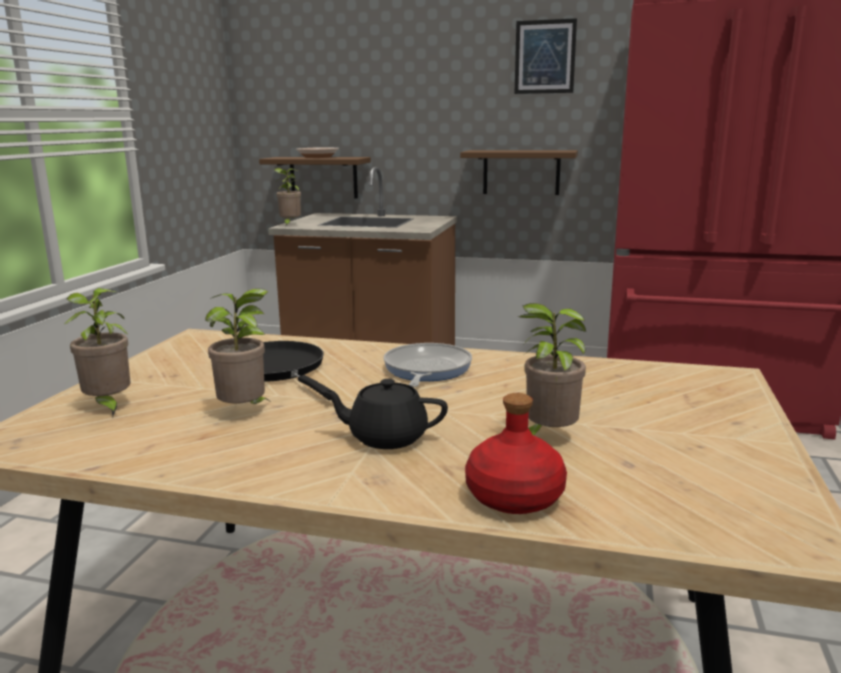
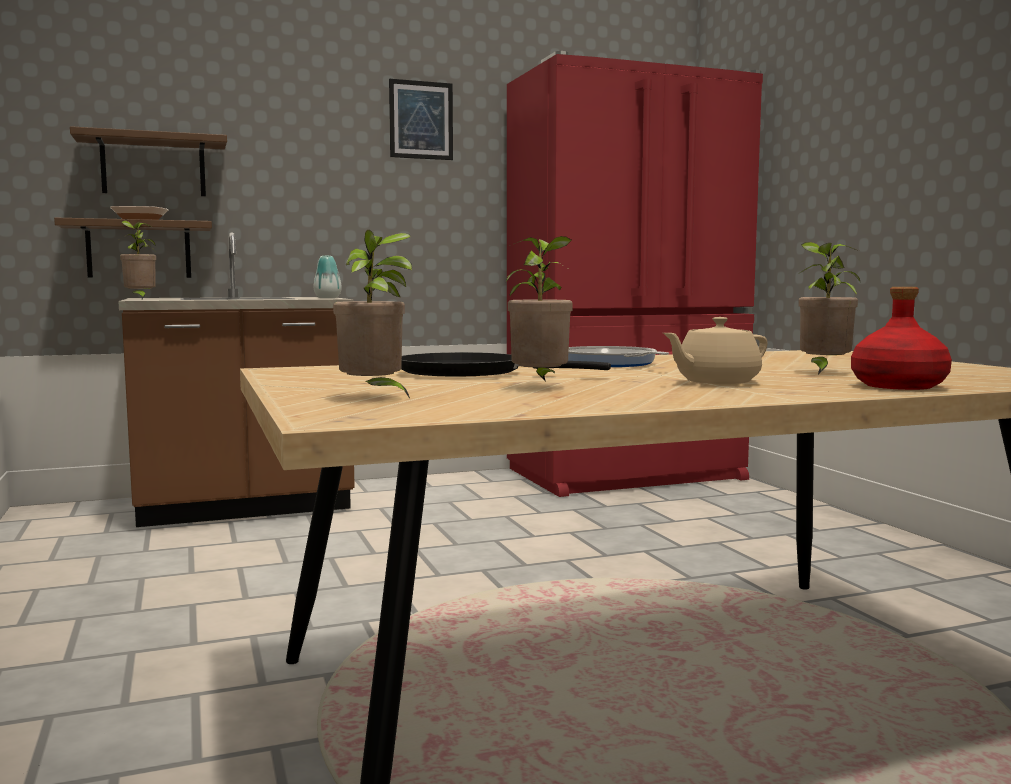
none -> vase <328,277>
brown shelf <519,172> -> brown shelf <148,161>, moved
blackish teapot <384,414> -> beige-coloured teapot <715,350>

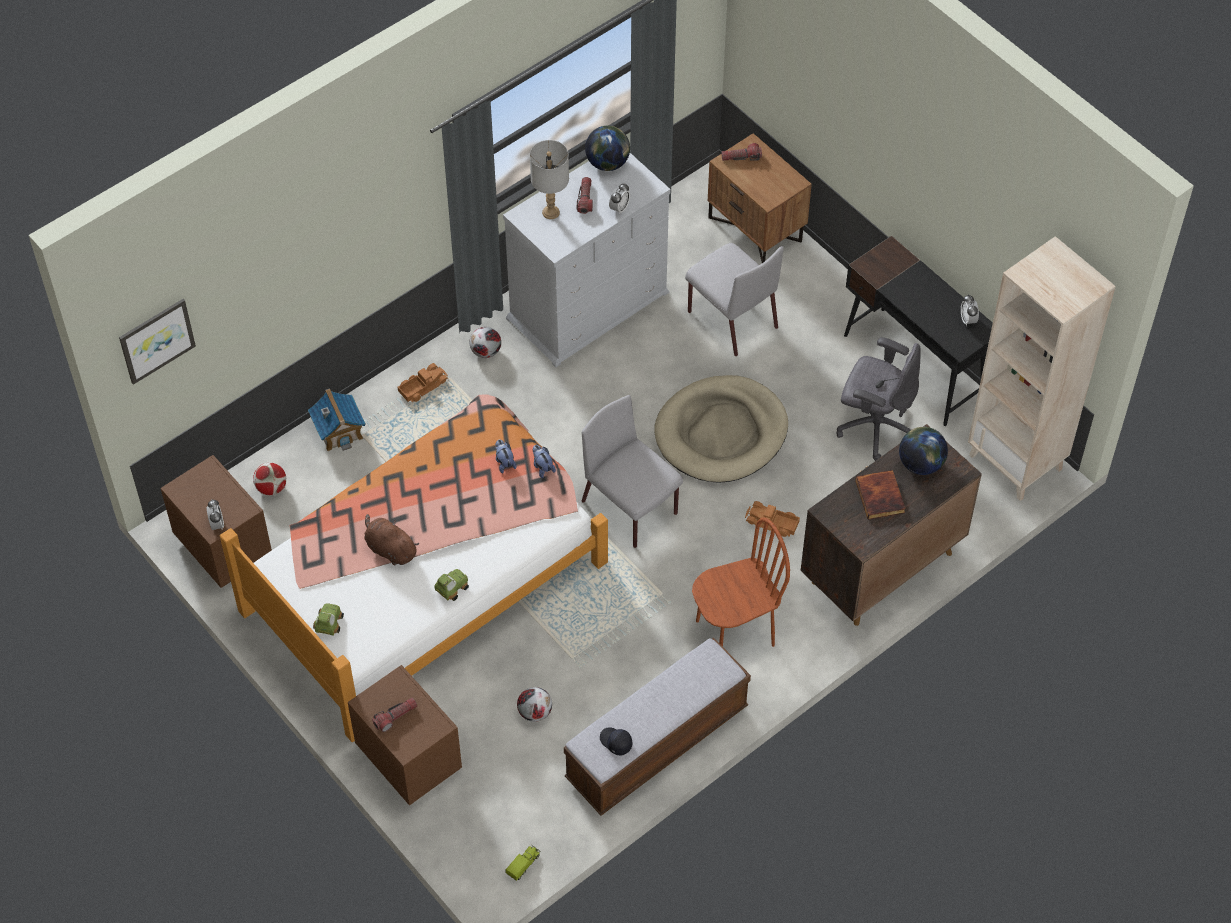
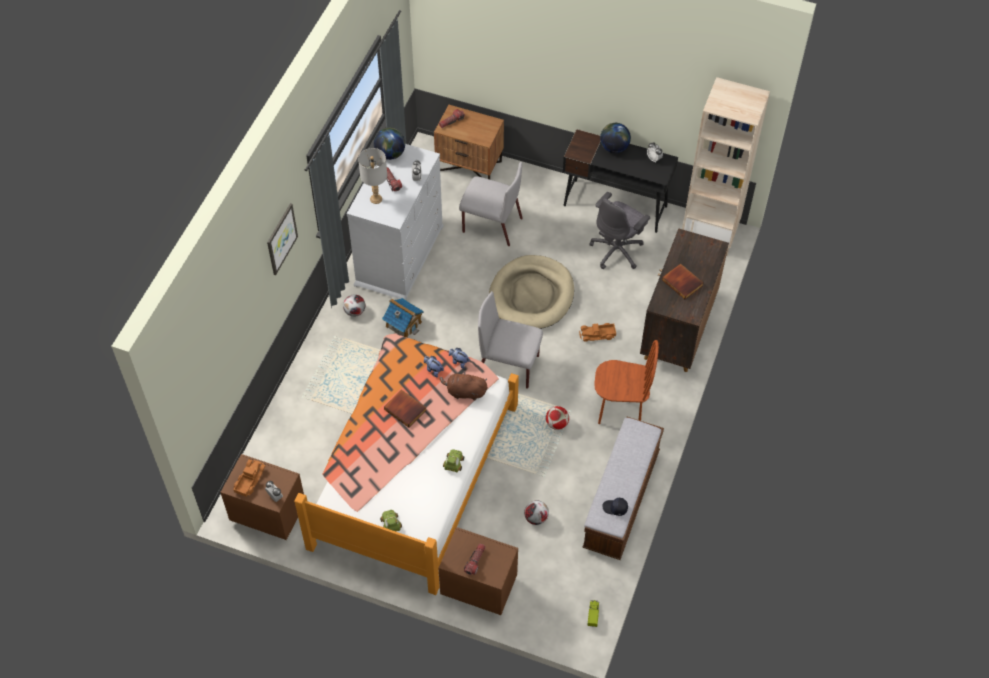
none -> book <405,408>
wall picture <157,342> -> wall picture <282,239>, moved
football <269,478> -> football <557,418>, moved
toy house <337,419> -> toy house <403,318>, moved
brown plush toy <391,539> -> brown plush toy <463,386>, moved
toy truck <423,382> -> toy truck <249,478>, moved
world globe <923,451> -> world globe <615,138>, moved
brown plain chair <741,582> -> brown plain chair <626,382>, 60 degrees clockwise
grey computer chair <878,399> -> grey computer chair <619,230>, 135 degrees clockwise

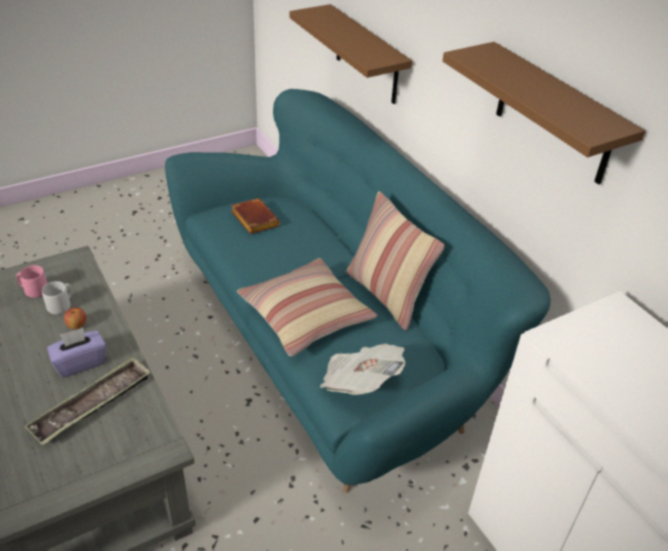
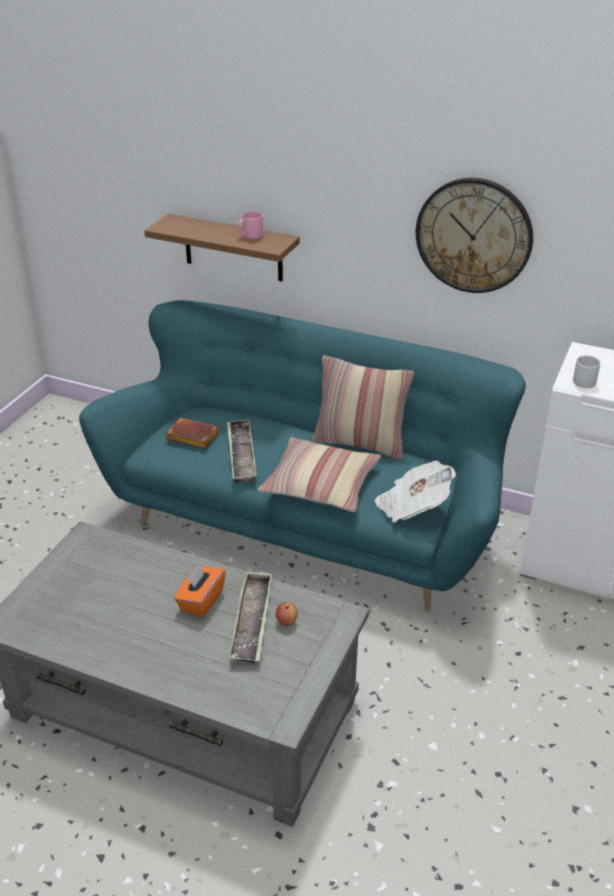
none -> serving tray <242,451>
pinkish coffee mug <31,281> -> pinkish coffee mug <250,225>, moved
grey coffee mug <57,298> -> grey coffee mug <586,371>, moved
apple <75,319> -> apple <287,614>, moved
brown shelf <544,113> -> clock on the wall <474,235>
purple tissue holder <76,352> -> orange tissue holder <200,590>

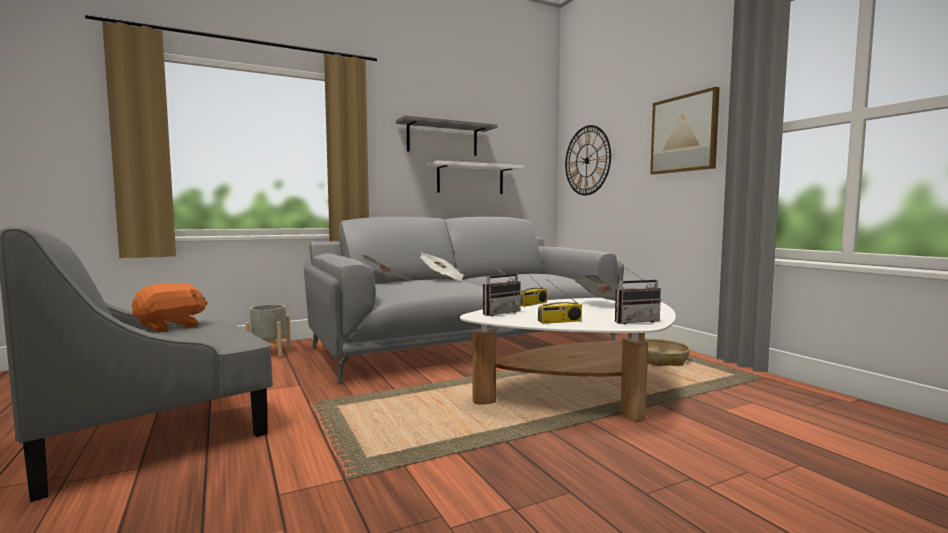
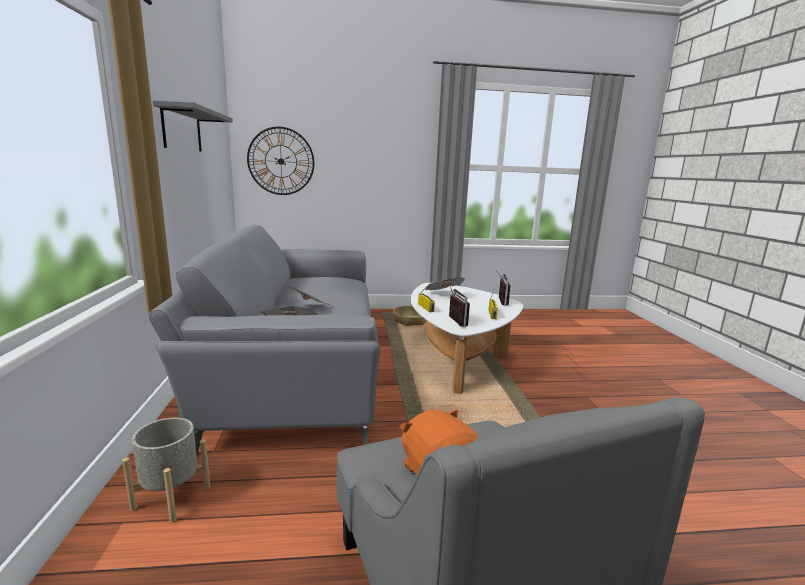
white-coloured shelf <475,177> -> none
wall picture <685,131> -> none

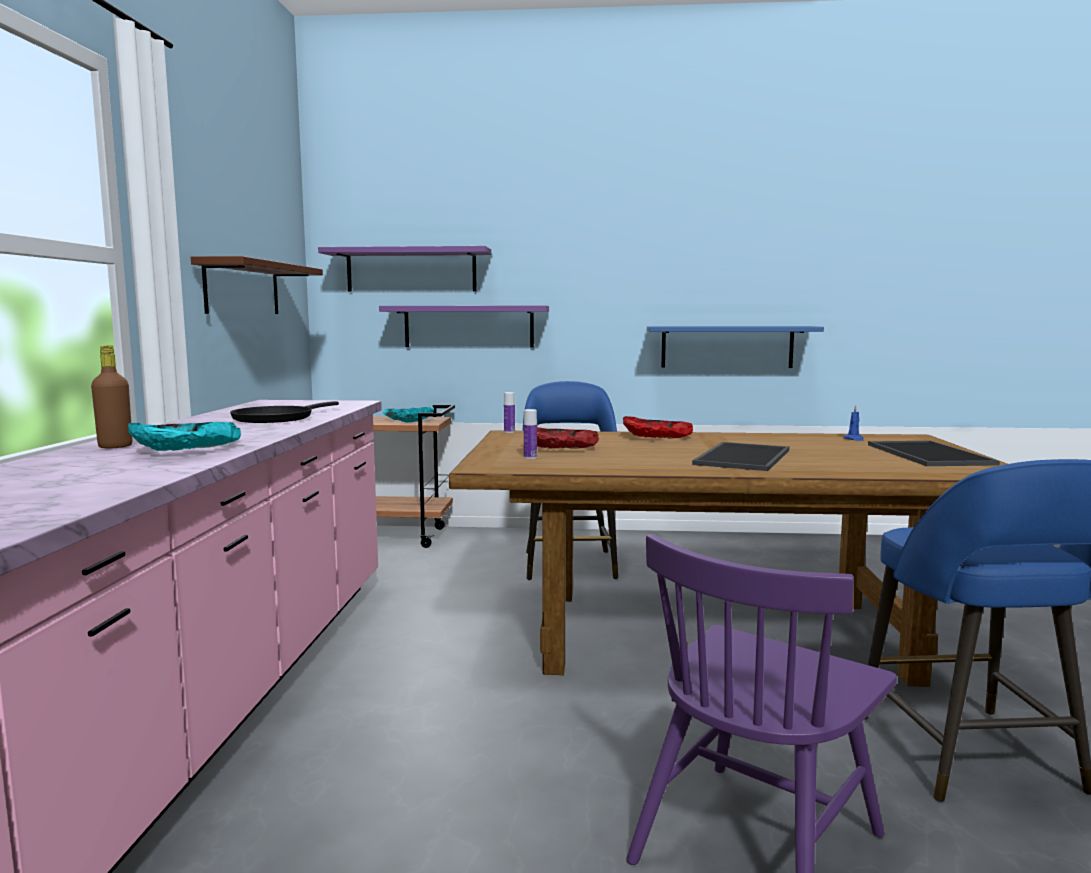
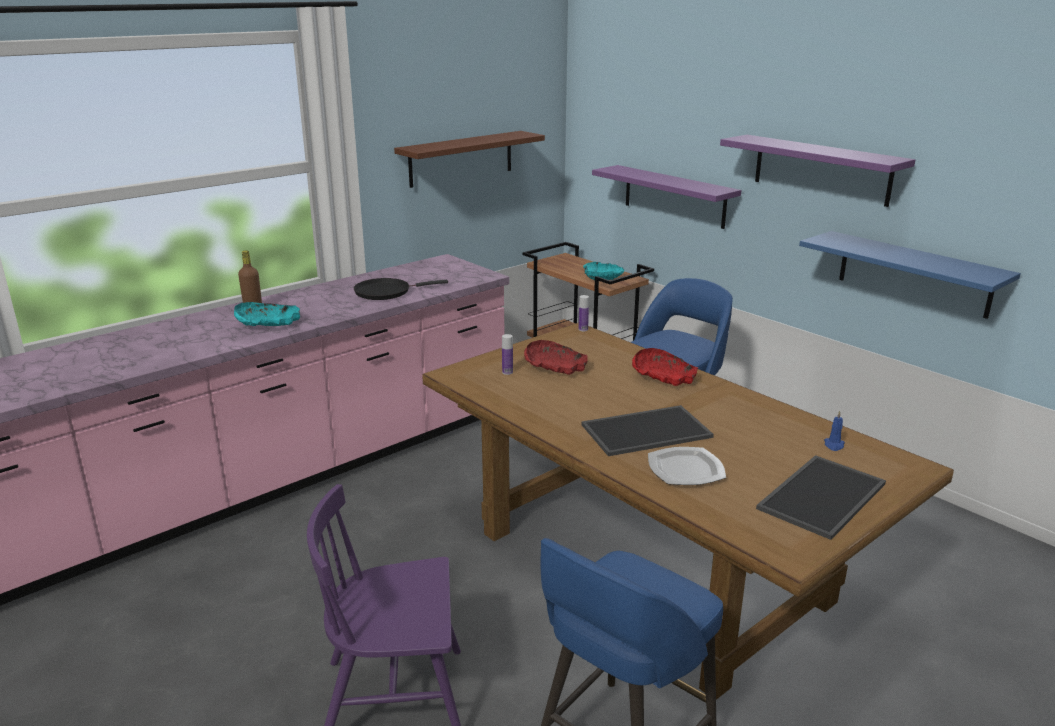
none -> plate <687,466>
purple shelf <404,269> -> purple shelf <817,171>, moved

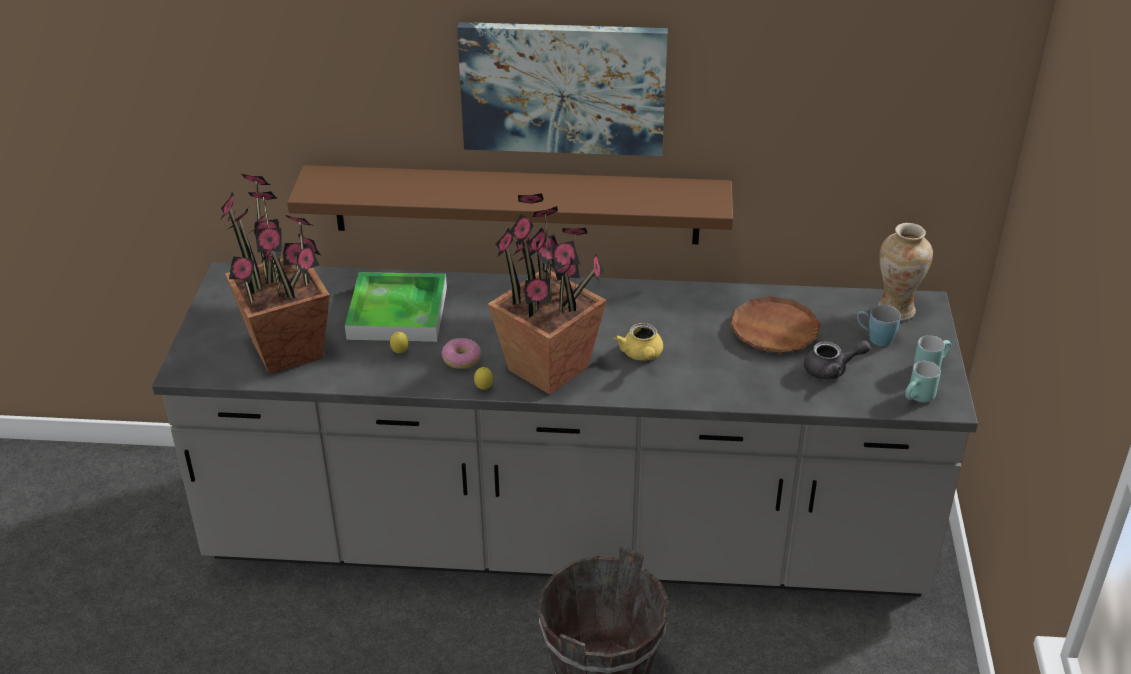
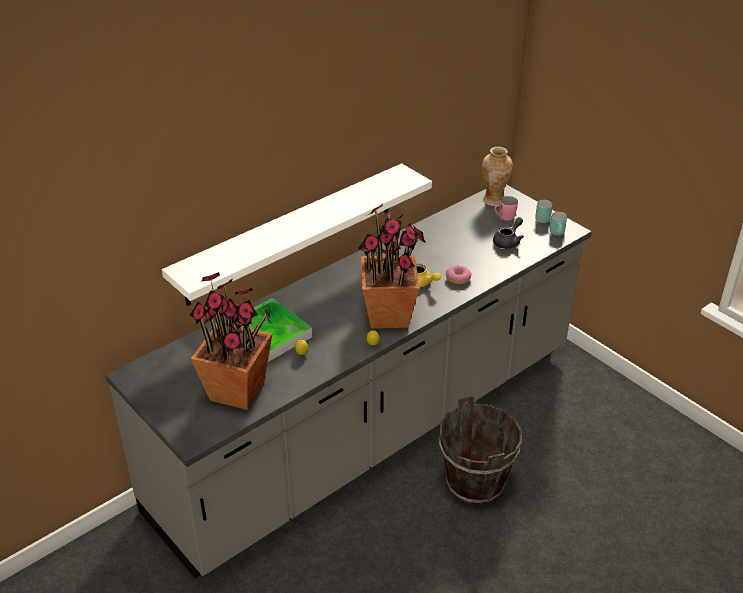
wall picture <562,89> -> none
brown plate <775,324> -> none
donut <461,353> -> donut <458,274>, moved
brown shelf <510,204> -> white-coloured shelf <297,234>
blue coffee mug <879,325> -> pinkish coffee mug <506,208>

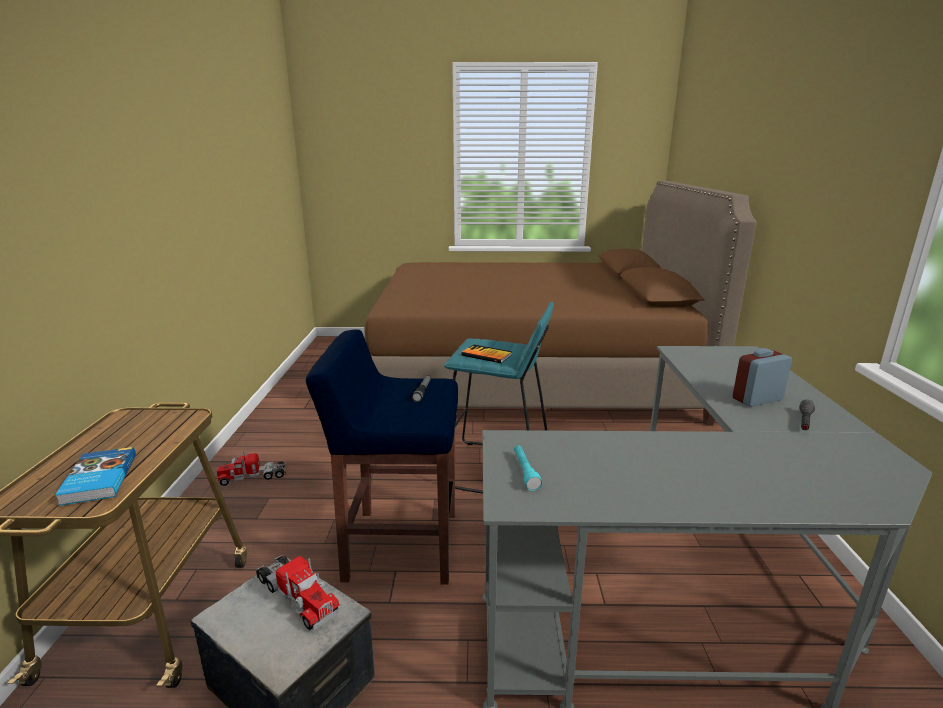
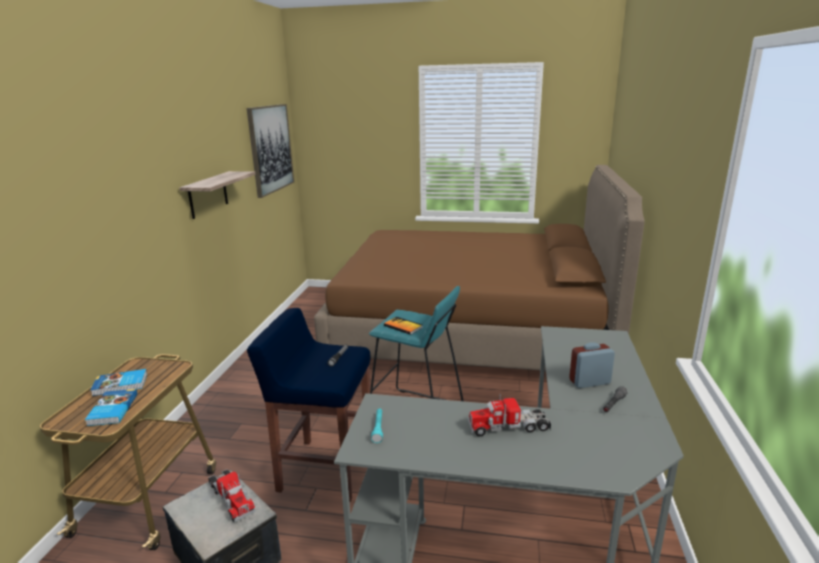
none -> book <118,382>
none -> shelf <218,195>
none -> wall picture <270,151>
toy truck <251,468> -> toy truck <509,415>, moved

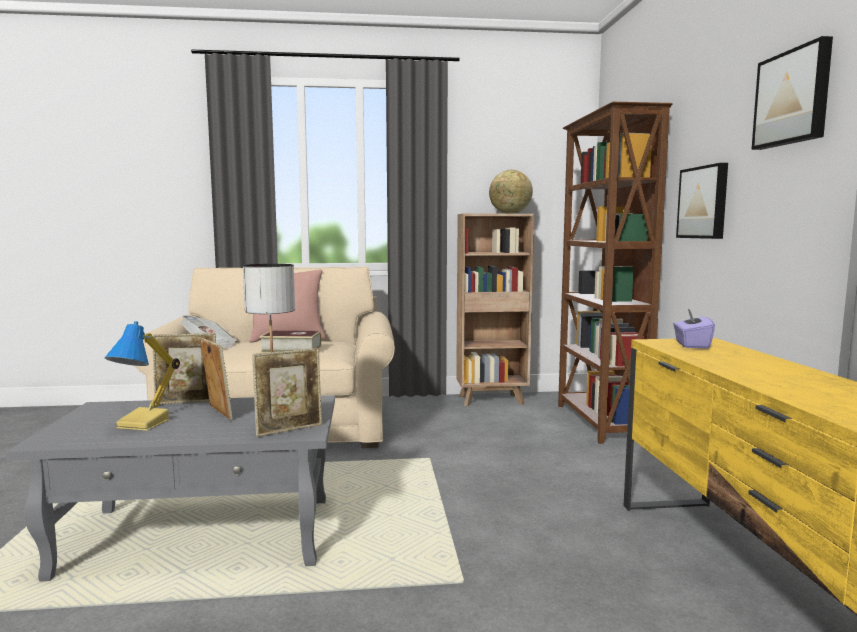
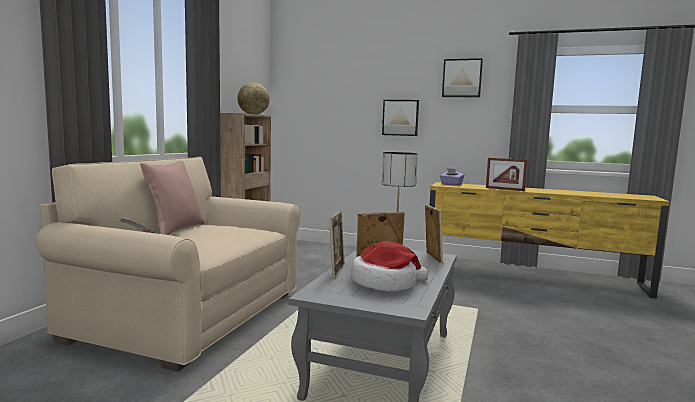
book <290,341> -> none
brown bookshelf <615,273> -> none
none -> picture frame <506,174>
lamp for a table <142,376> -> clothing hat <389,266>

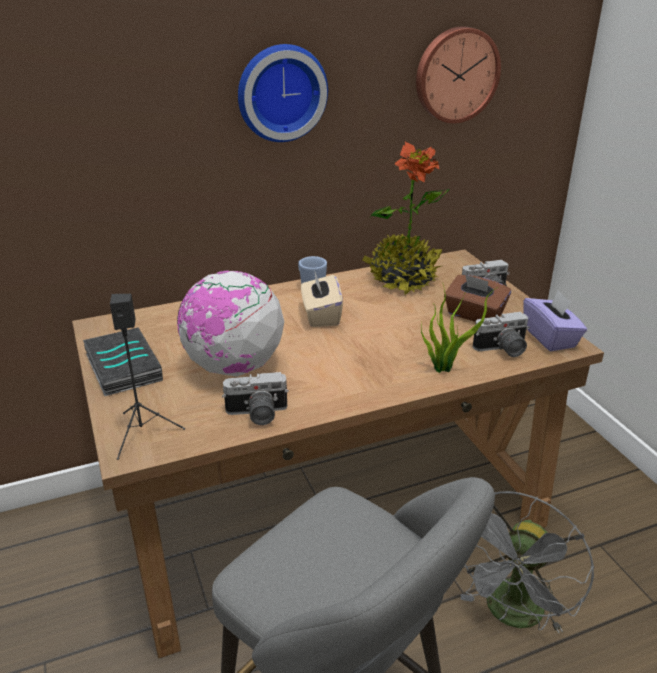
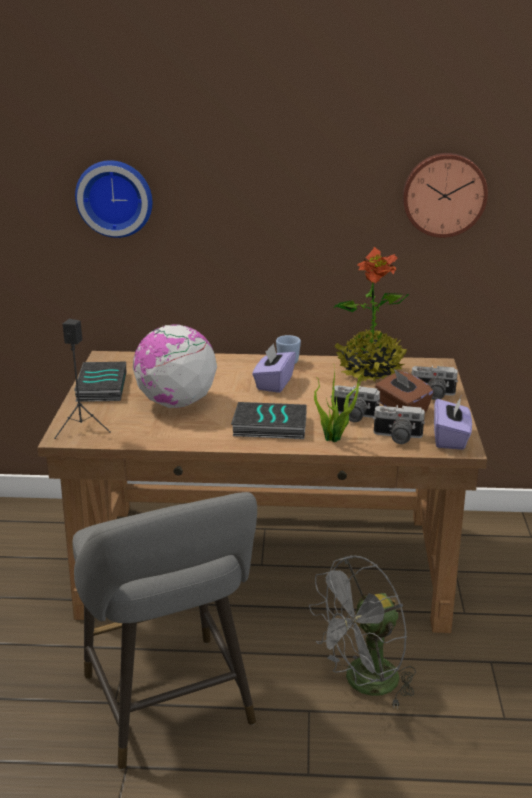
none -> book <269,420>
photo camera <255,398> -> photo camera <356,403>, moved
clock on the wall <283,93> -> clock on the wall <113,199>, moved
beige-coloured tissue holder <322,299> -> purple tissue holder <274,368>

